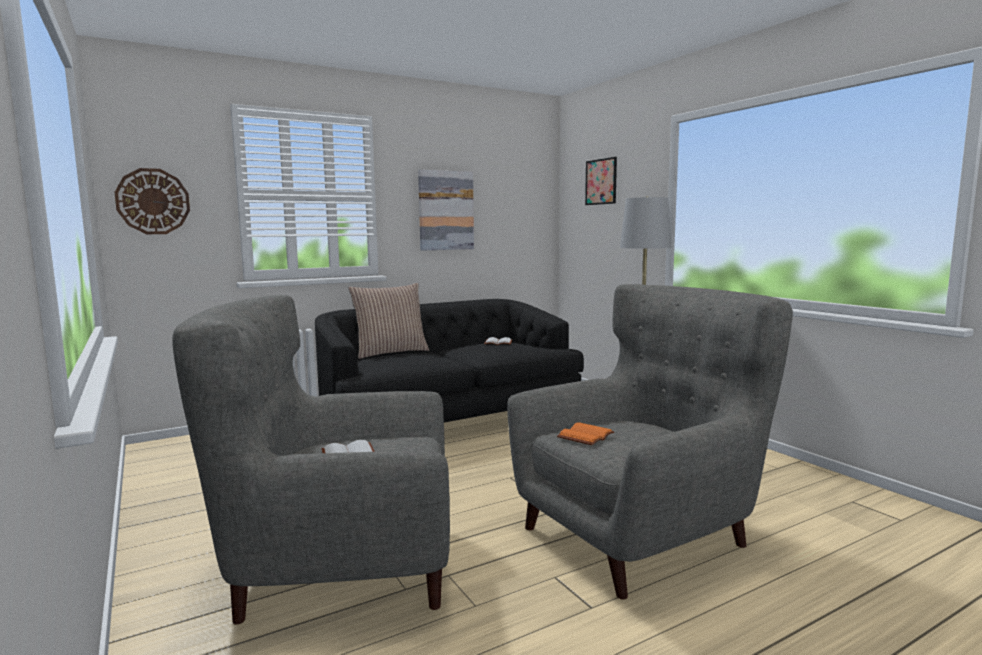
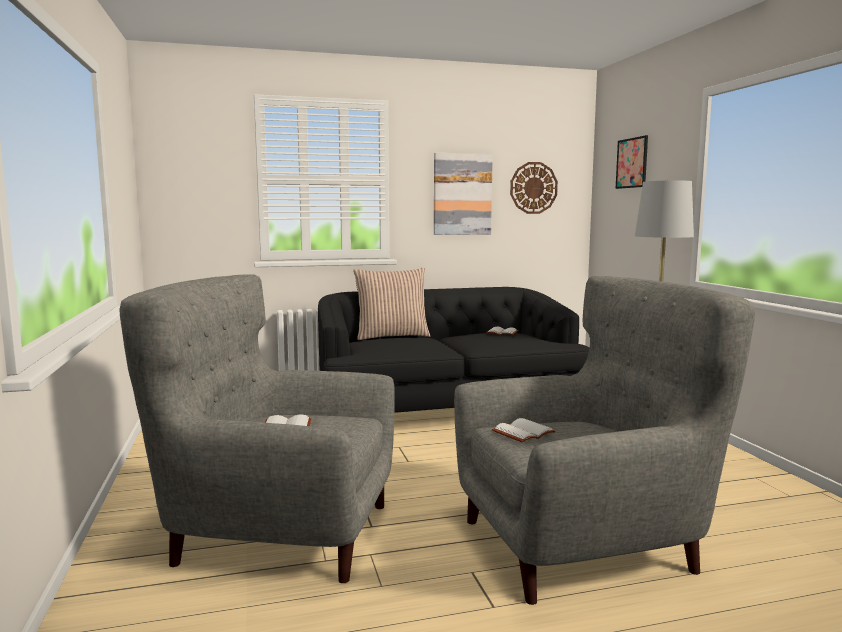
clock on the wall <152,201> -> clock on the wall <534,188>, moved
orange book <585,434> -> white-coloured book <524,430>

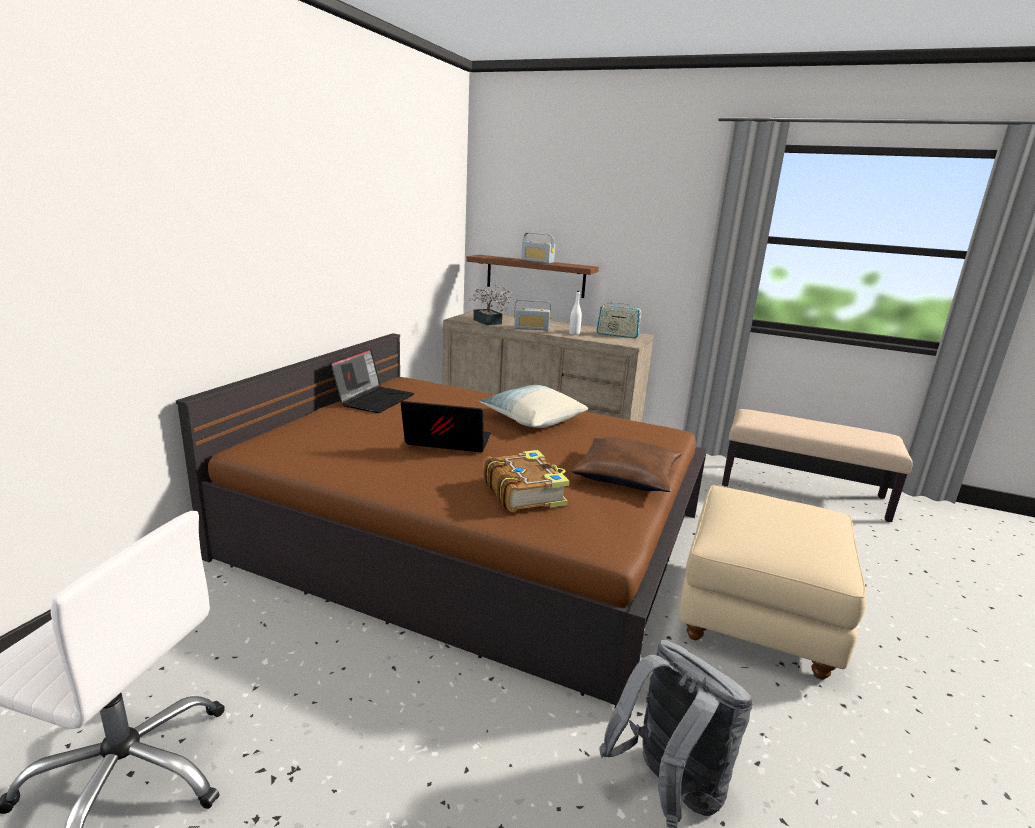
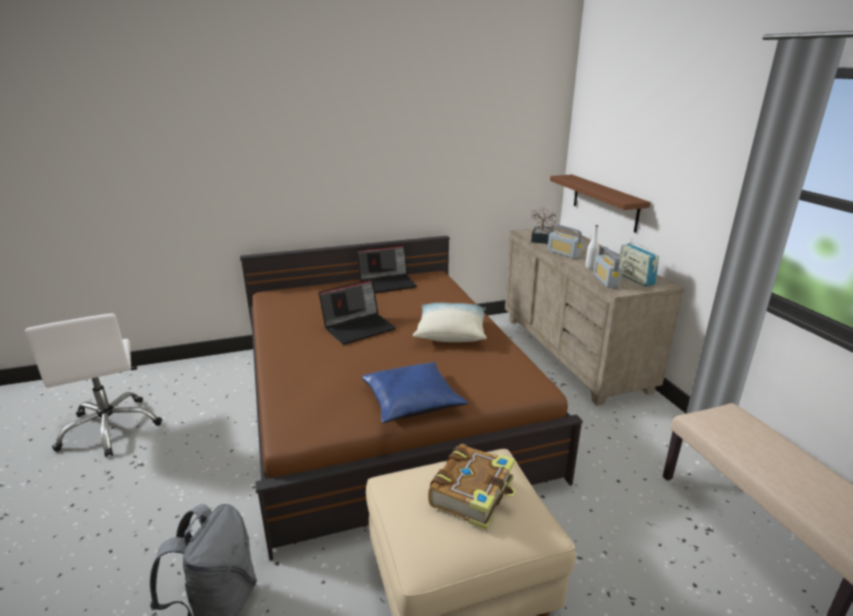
book <526,481> -> book <472,487>, moved
radio set <538,248> -> radio set <607,267>, moved
brown throw pillow <626,464> -> blue throw pillow <414,392>
notebook computer <446,426> -> notebook computer <357,312>, 90 degrees clockwise

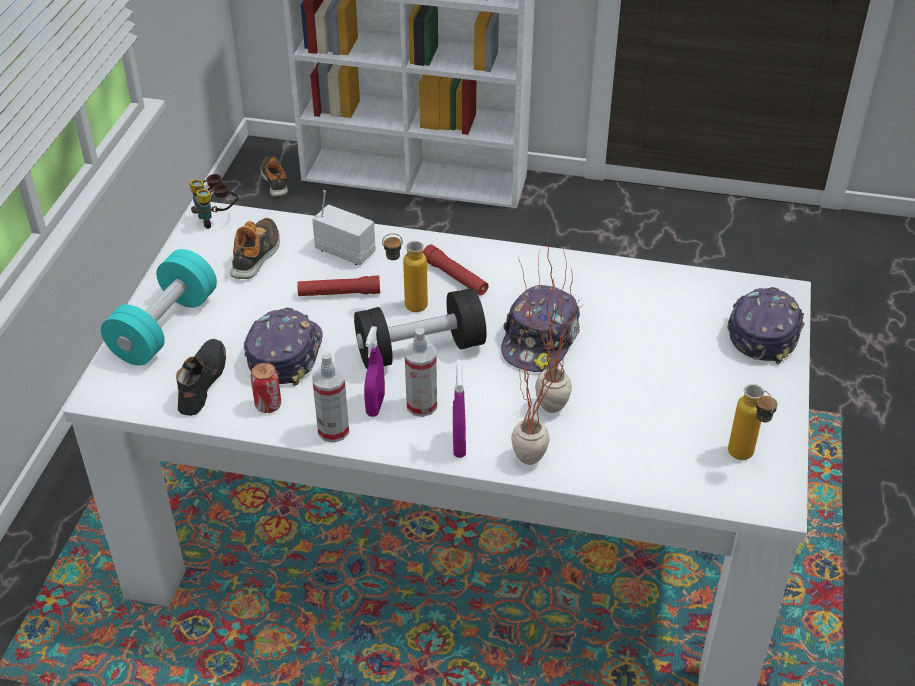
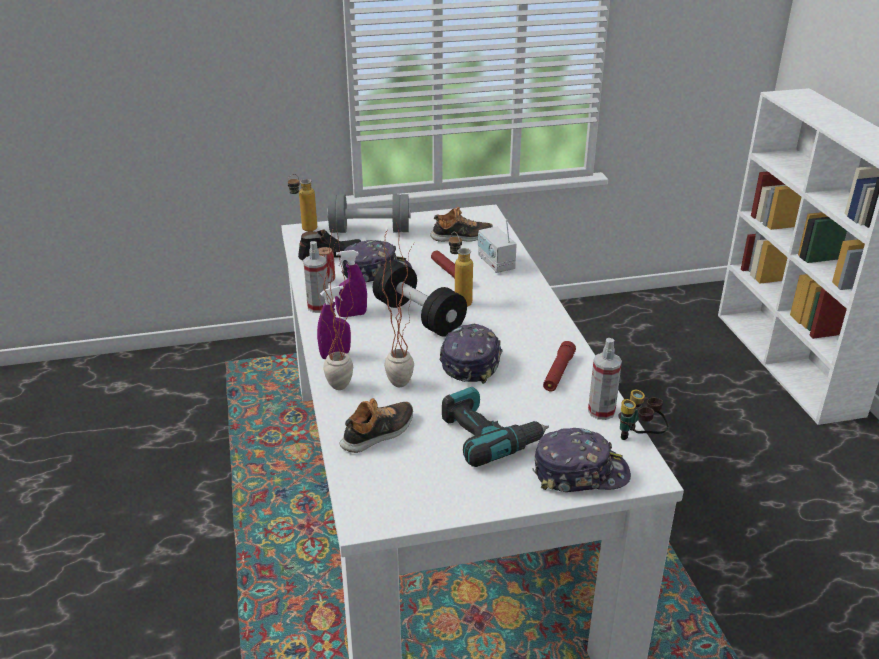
none -> power drill <495,427>
binoculars <214,201> -> binoculars <643,415>, moved
low shoe <274,177> -> low shoe <376,425>, moved
hand sprayer <420,372> -> hand sprayer <605,379>, moved
red torch <455,270> -> red torch <559,366>, moved
drink bottle <752,422> -> drink bottle <302,202>, moved
blue-green free weight <159,307> -> grey free weight <368,213>
radio set <344,227> -> radio set <497,246>, 150 degrees clockwise
peaked cap <540,328> -> peaked cap <471,354>, 105 degrees clockwise

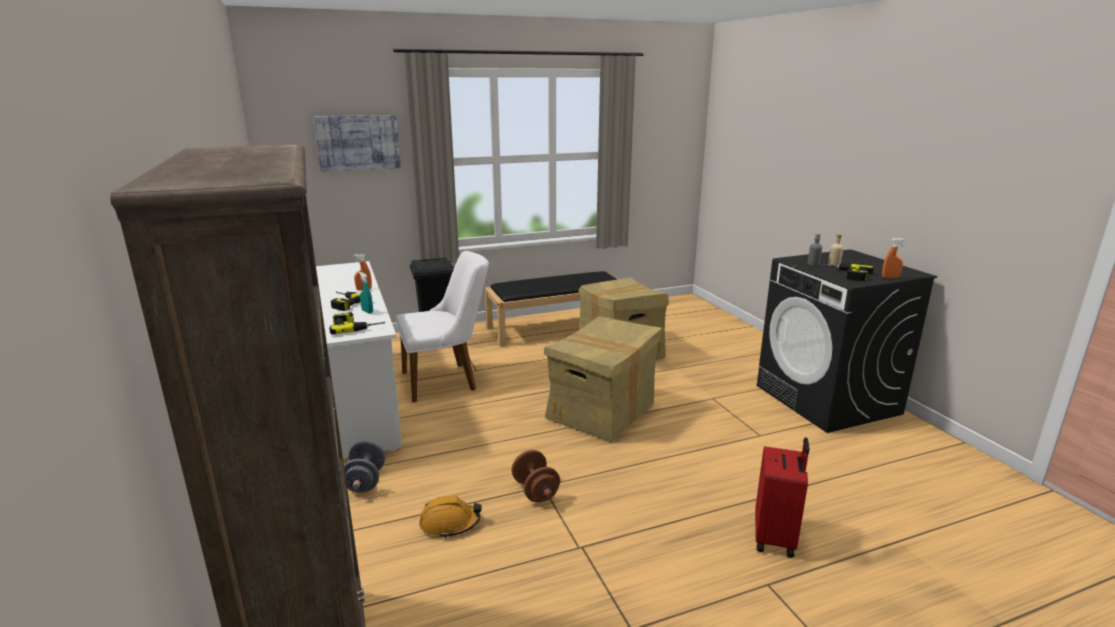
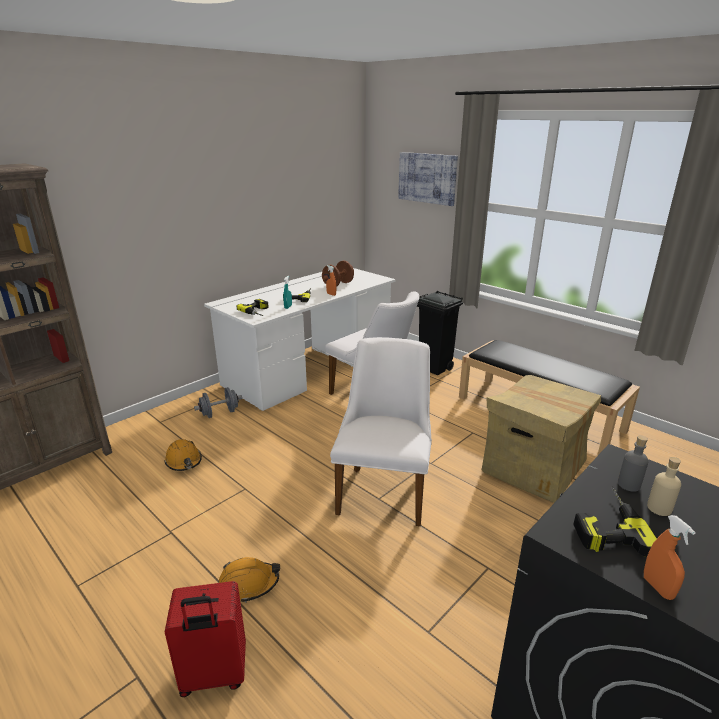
none -> orange work helmet <249,580>
brown free weight <535,476> -> brown free weight <338,274>, moved
packing box <603,379> -> white-coloured plain chair <381,431>

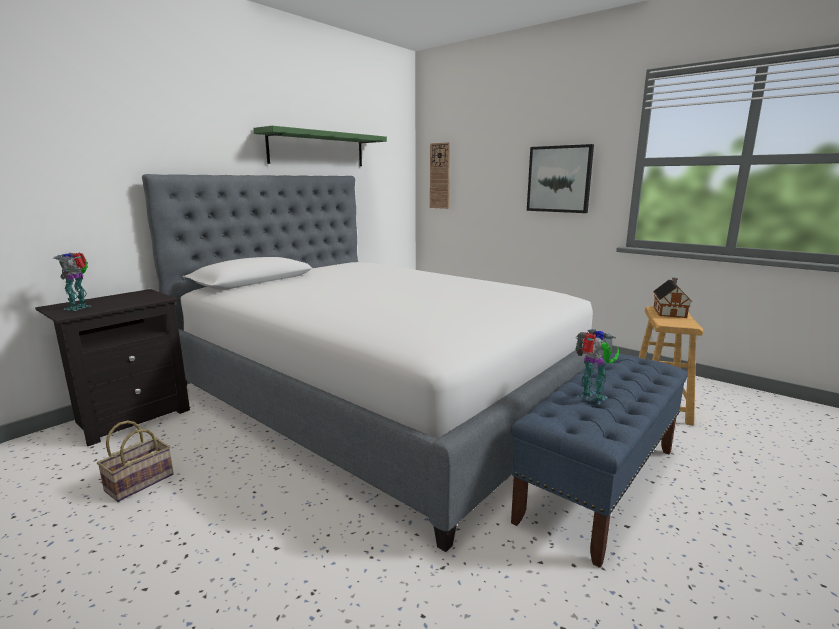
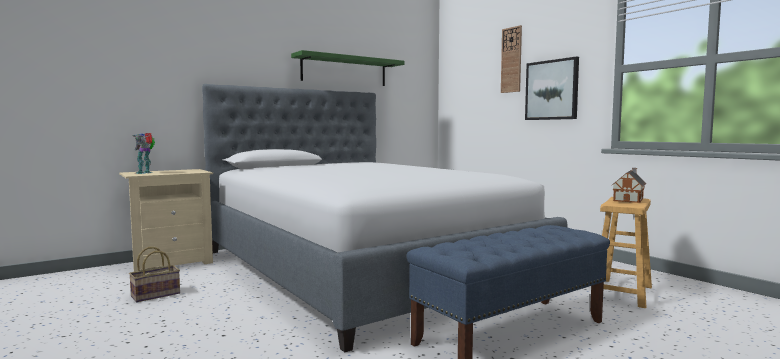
robot figure <597,366> -> none
clock on the wall <440,175> -> clock on the wall <511,59>, moved
blackish nightstand <112,367> -> beige-coloured nightstand <166,220>

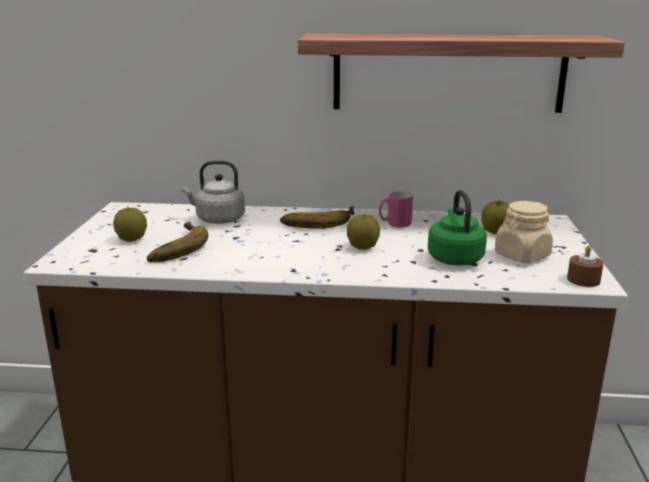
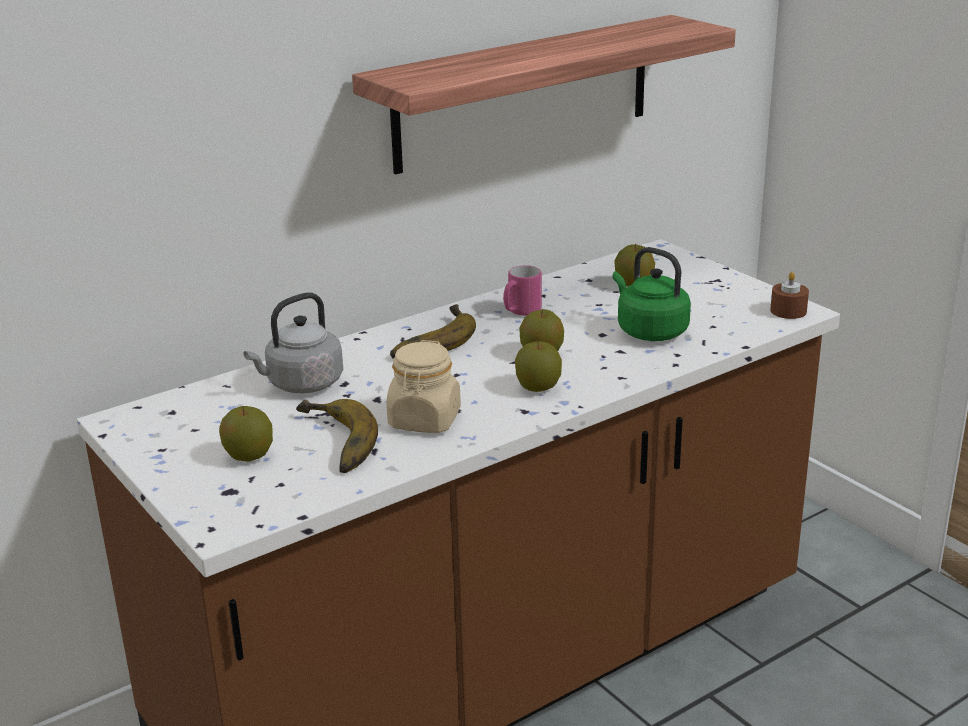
none -> apple <538,366>
beige-coloured preserve jar <524,232> -> beige-coloured preserve jar <424,386>, moved

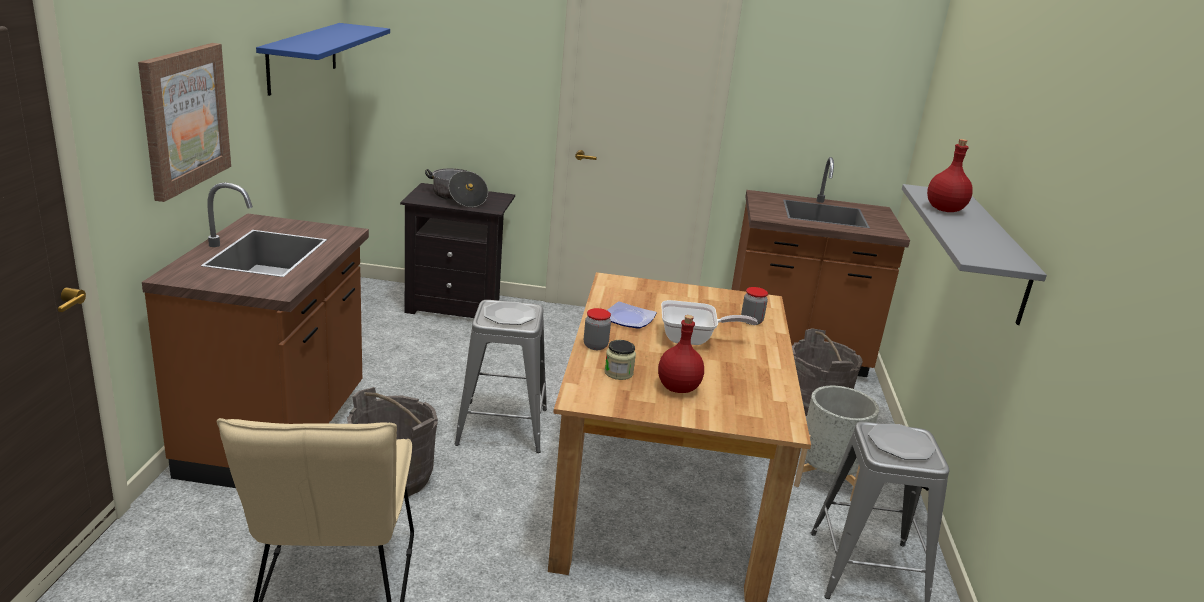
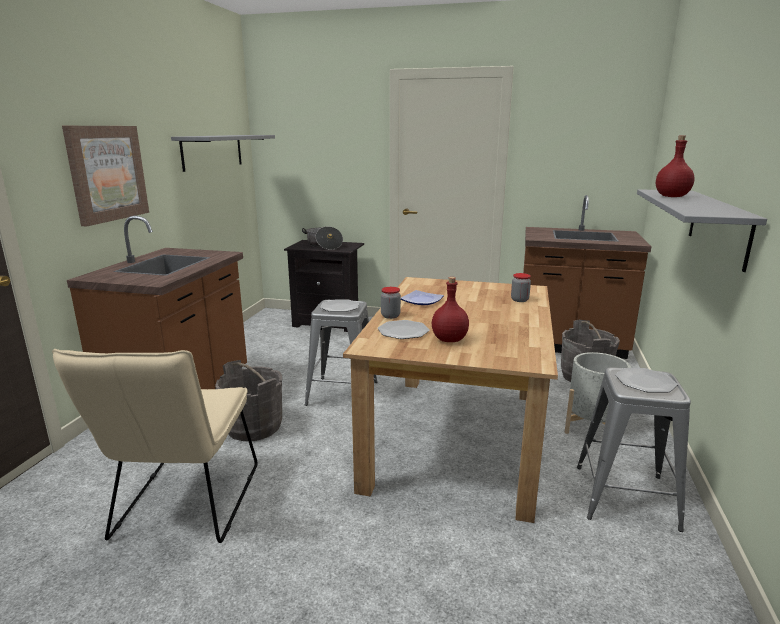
pan <709,322> -> none
preserve jar <620,360> -> plate <404,329>
blue shelf <323,59> -> grey shelf <223,153>

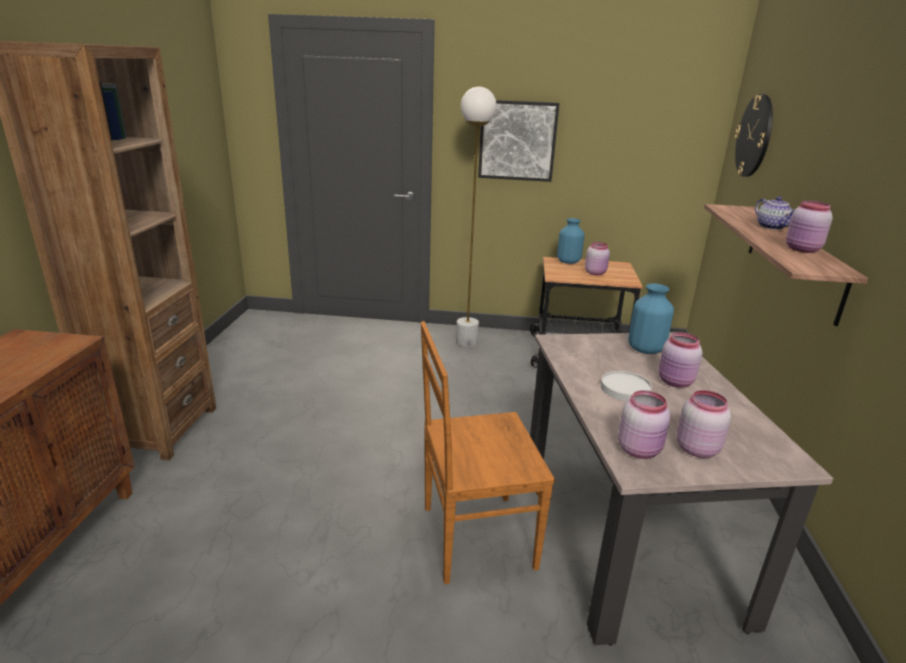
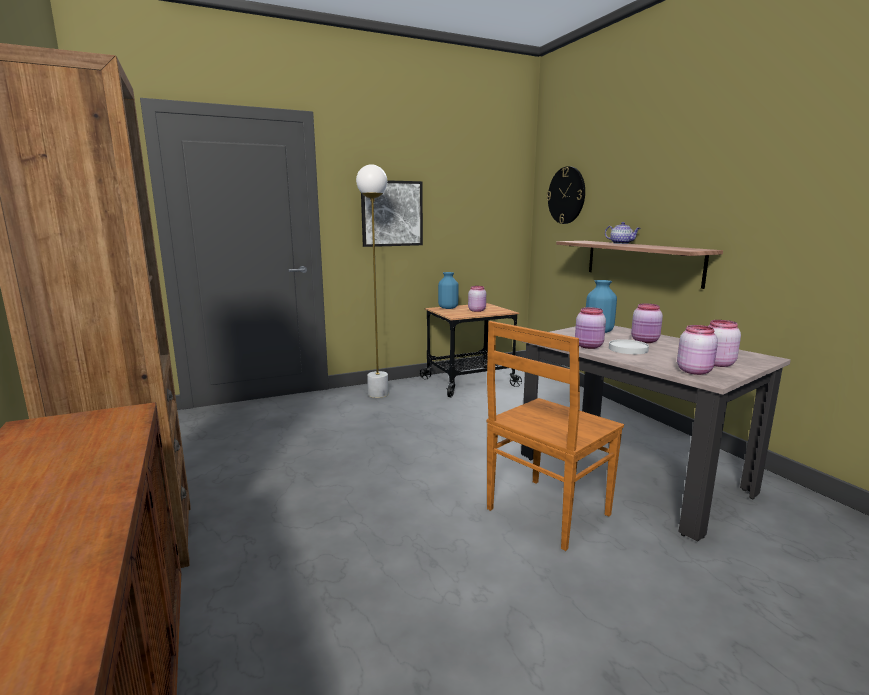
pinkish preserve jar <809,227> -> pinkish preserve jar <590,328>, moved

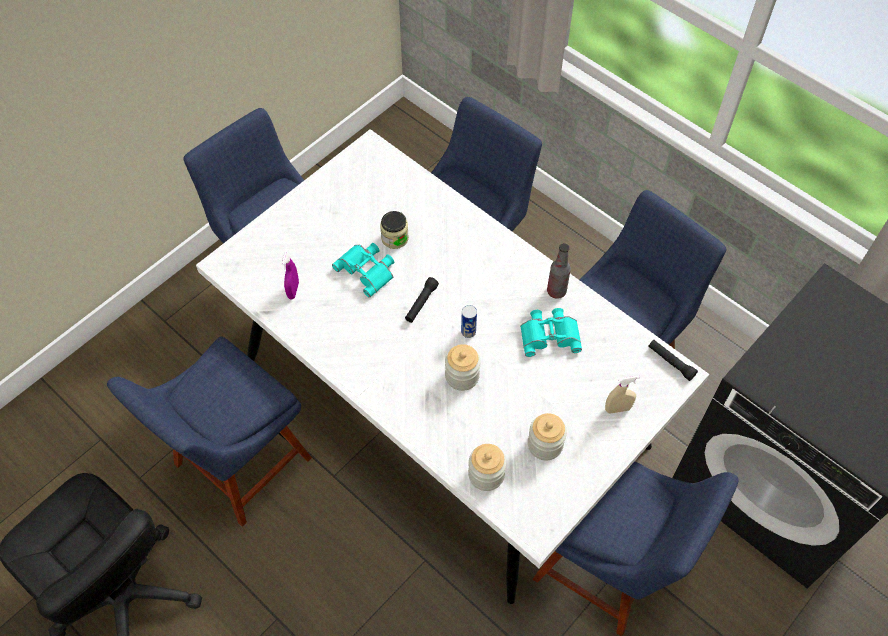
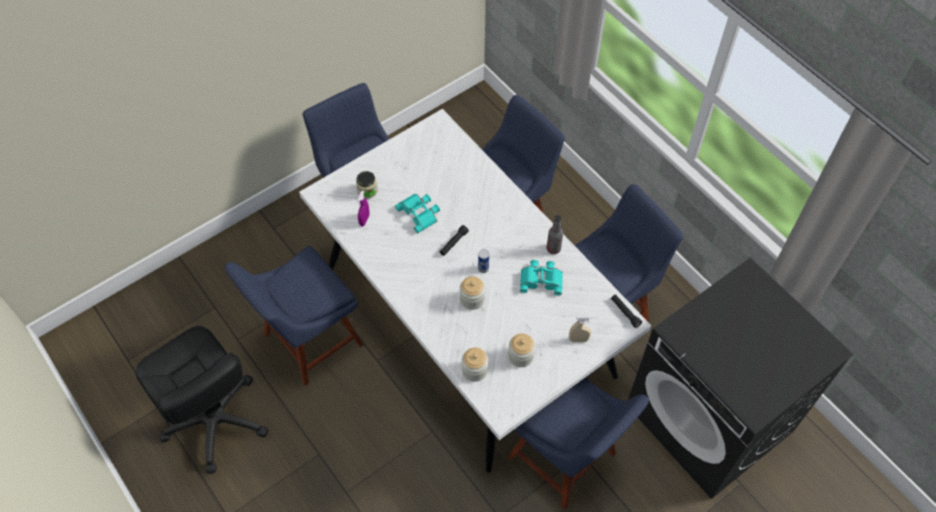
preserve jar <394,230> -> preserve jar <367,185>, moved

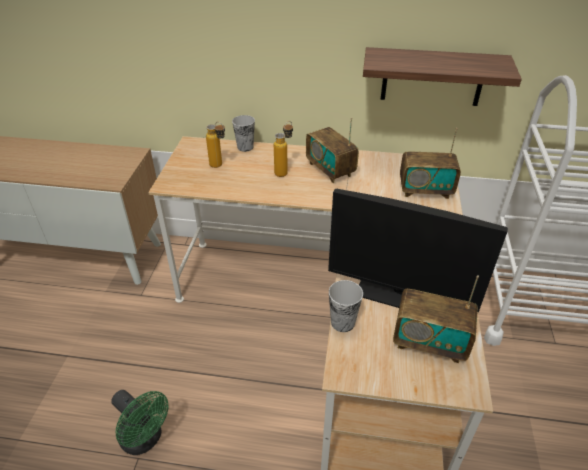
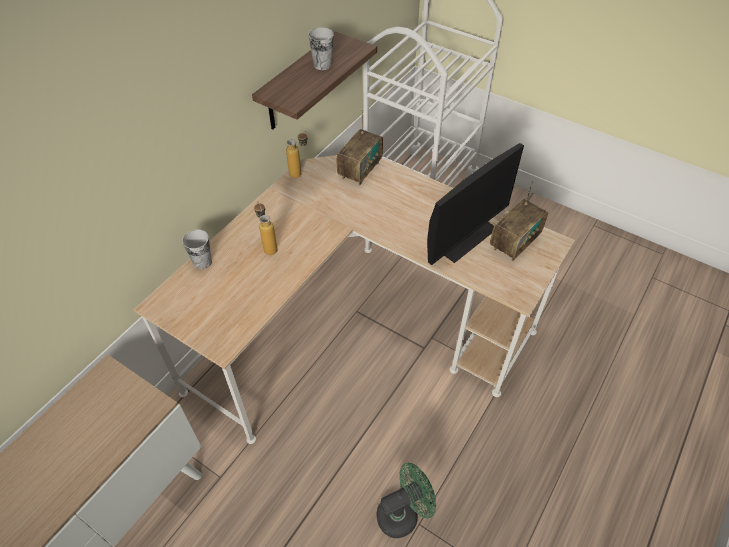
radio set <332,150> -> none
drink bottle <215,145> -> drink bottle <297,154>, moved
drinking cup <346,306> -> drinking cup <321,48>, moved

